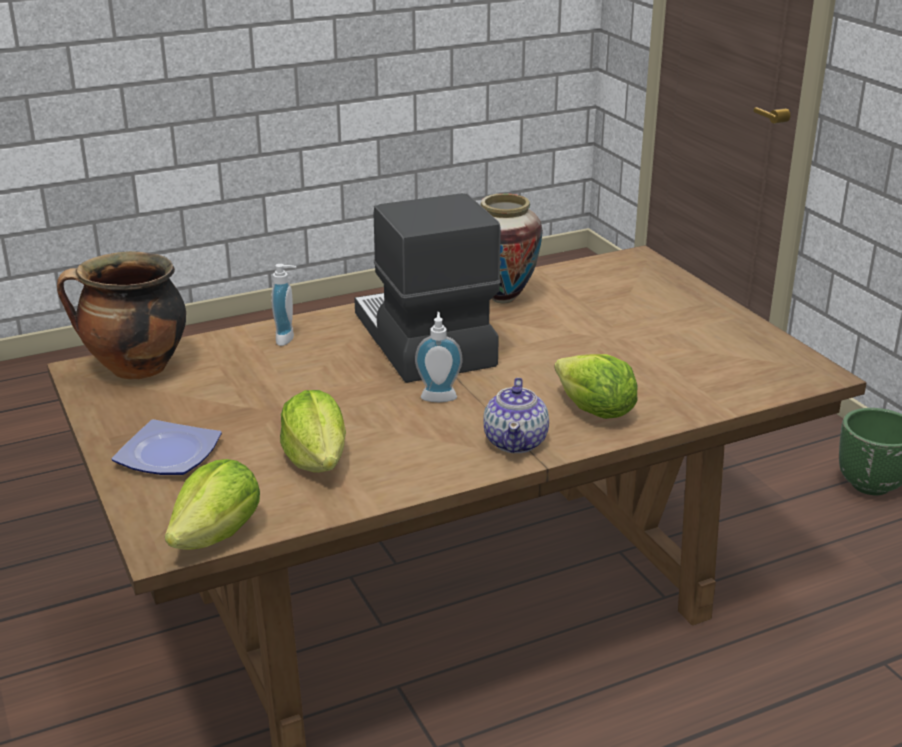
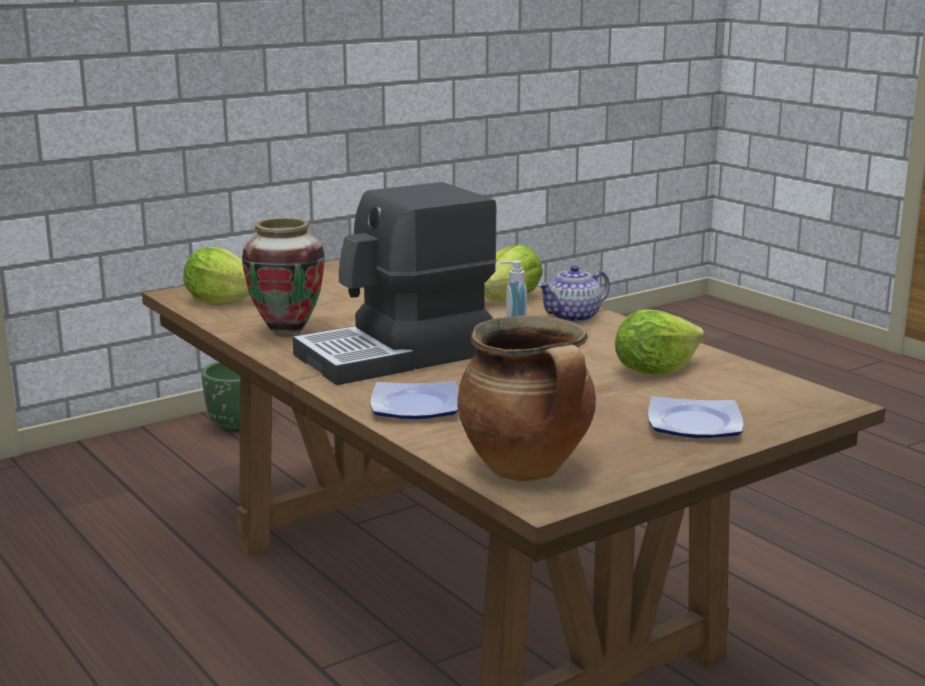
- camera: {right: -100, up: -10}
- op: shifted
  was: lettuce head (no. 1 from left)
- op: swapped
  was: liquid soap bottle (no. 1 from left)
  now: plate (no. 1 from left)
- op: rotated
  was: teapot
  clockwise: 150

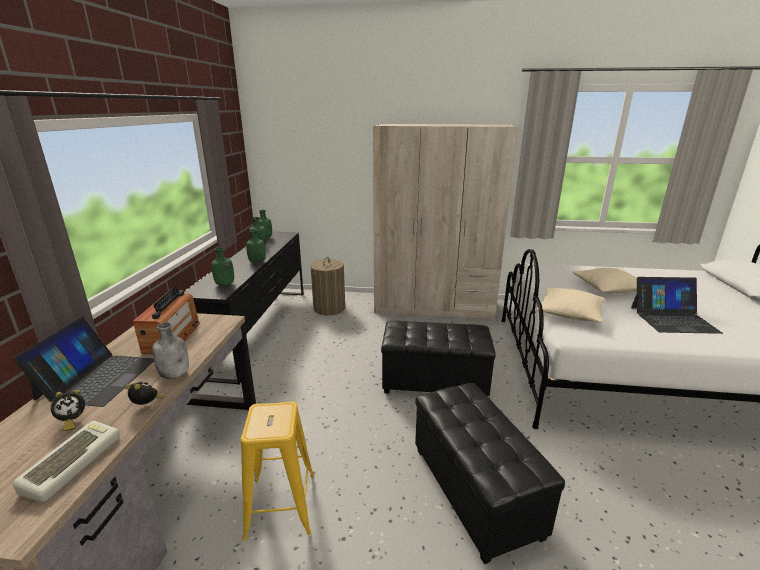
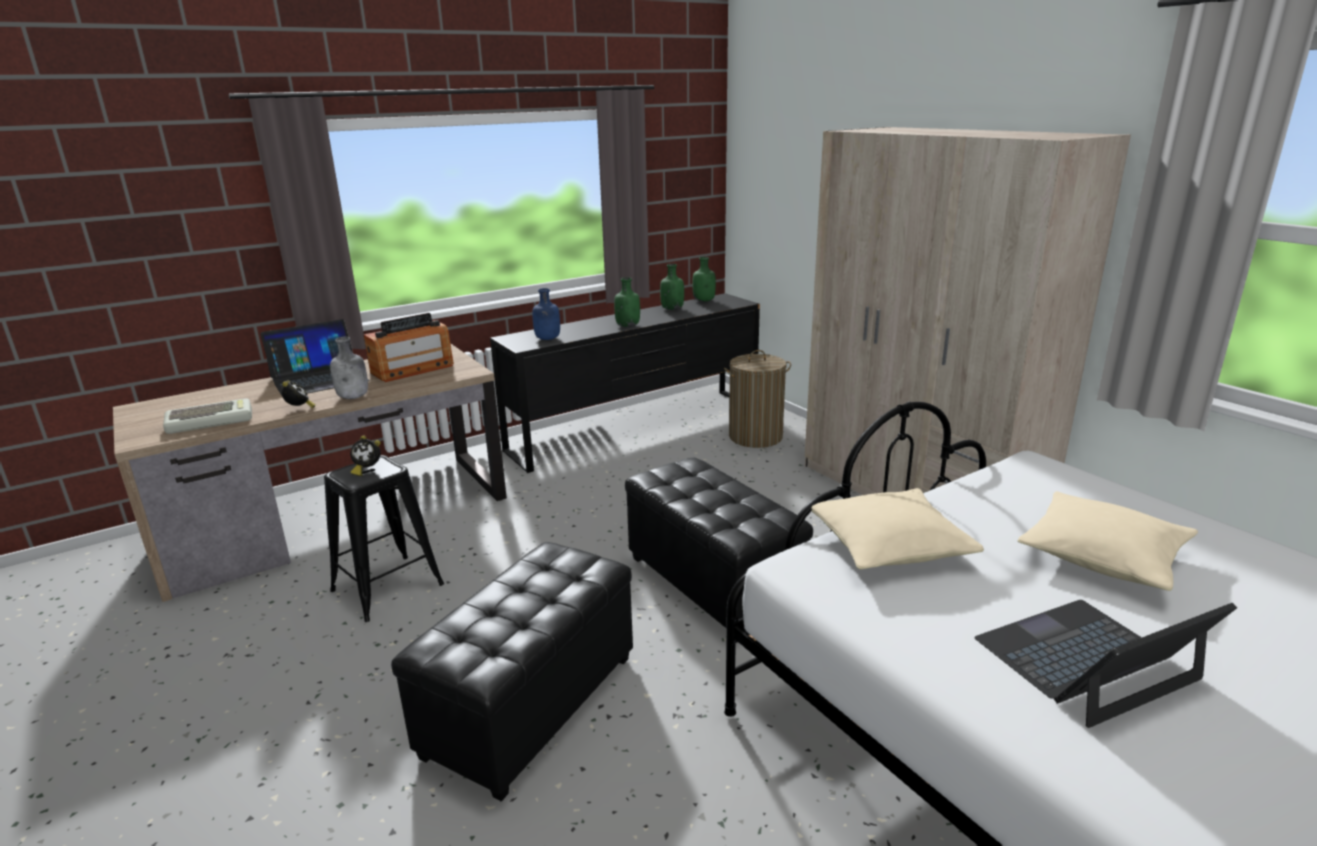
- camera: {right: 50, up: 0}
- op: repainted
  was: stool seat (yellow)
  now: stool seat (black)
- op: shifted
  was: alarm clock (no. 1 from left in the first image)
  now: alarm clock (no. 2 from left)
- op: repainted
  was: beverage bottle (green) (no. 1 from left)
  now: beverage bottle (blue-coloured)
- op: rotated
  was: notebook computer (no. 2 from left)
  clockwise: 105

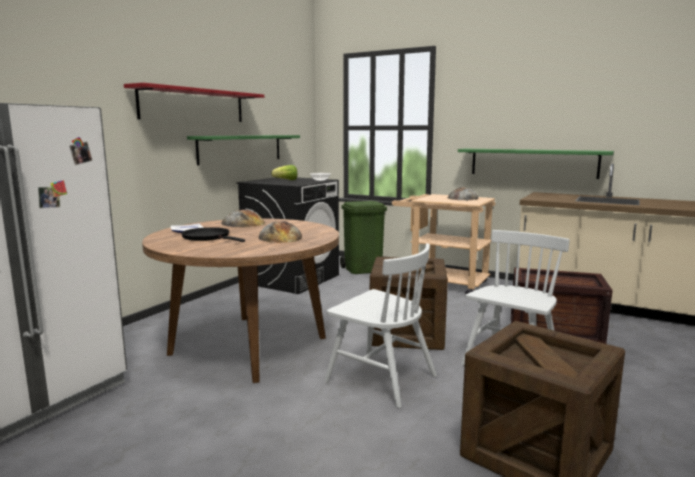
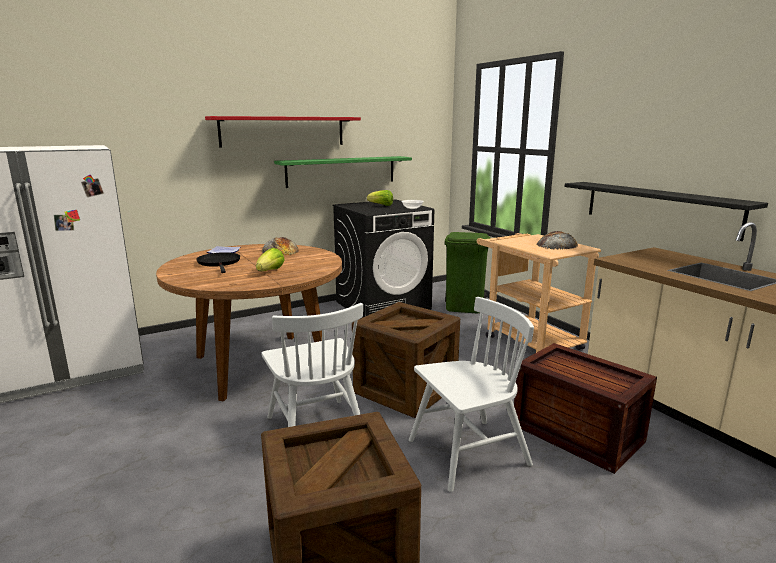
- camera: {right: 30, up: 5}
- op: swapped
  was: bread (no. 2 from left)
  now: lettuce head (no. 1 from left)
- op: repainted
  was: bracket shelf (green) (no. 2 from left)
  now: bracket shelf (black)

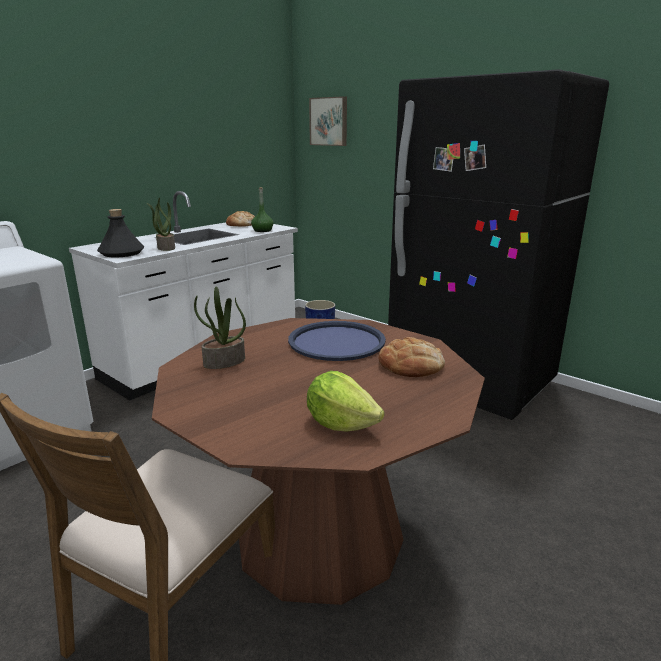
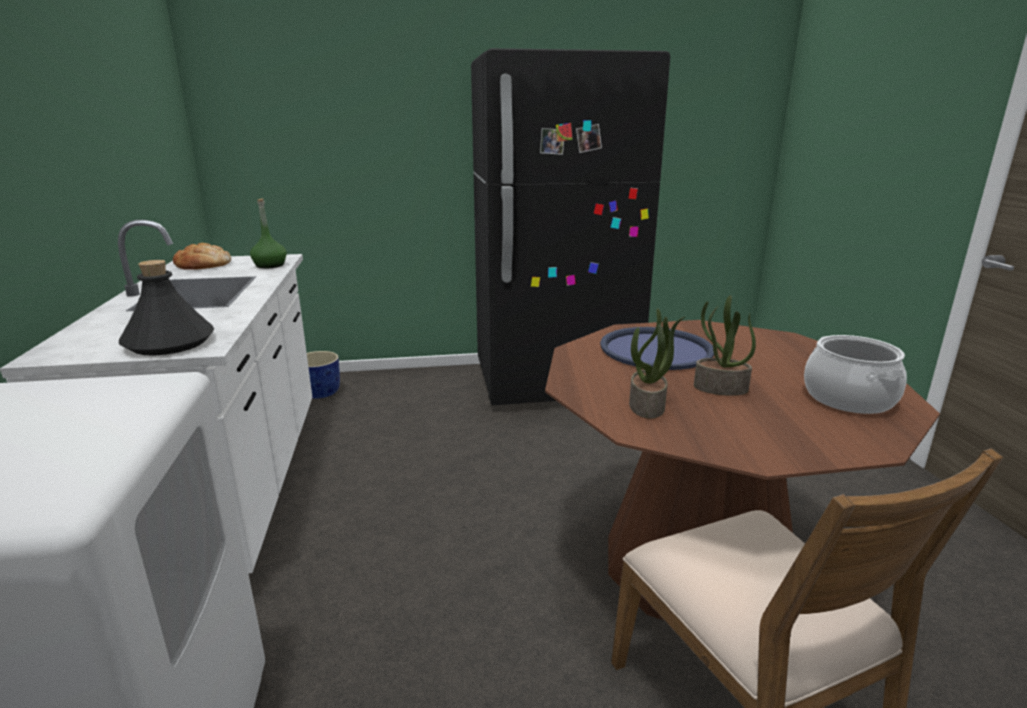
- camera: {right: -50, up: 0}
- op: shifted
  was: potted plant (no. 1 from left in the first image)
  now: potted plant (no. 2 from left)
- op: swapped
  was: lettuce head
  now: saucepot
- op: gone
  was: picture
- op: gone
  was: bread (no. 2 from left)

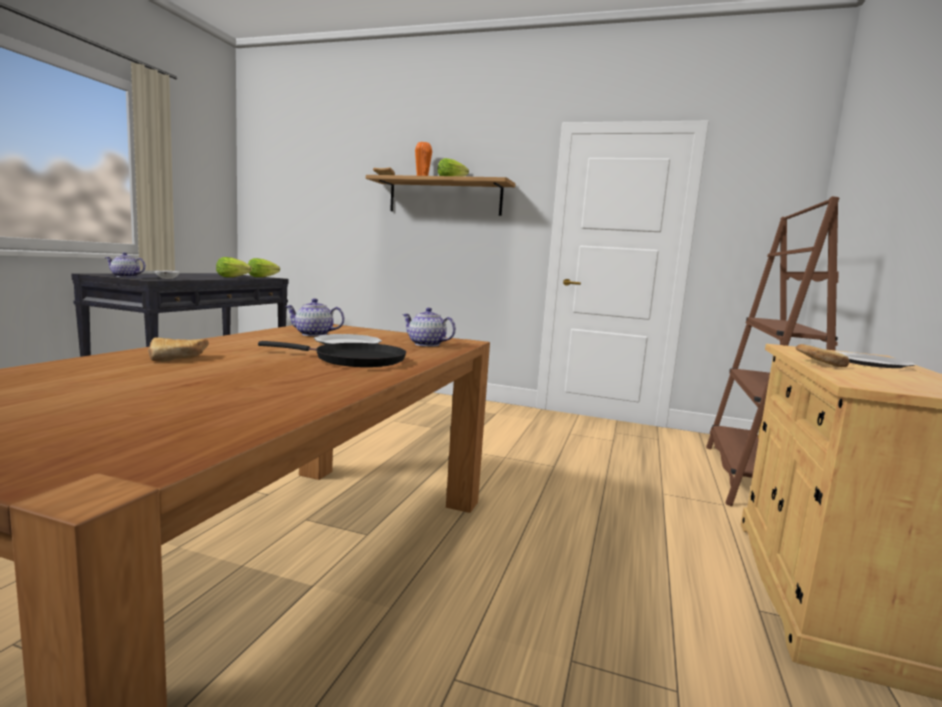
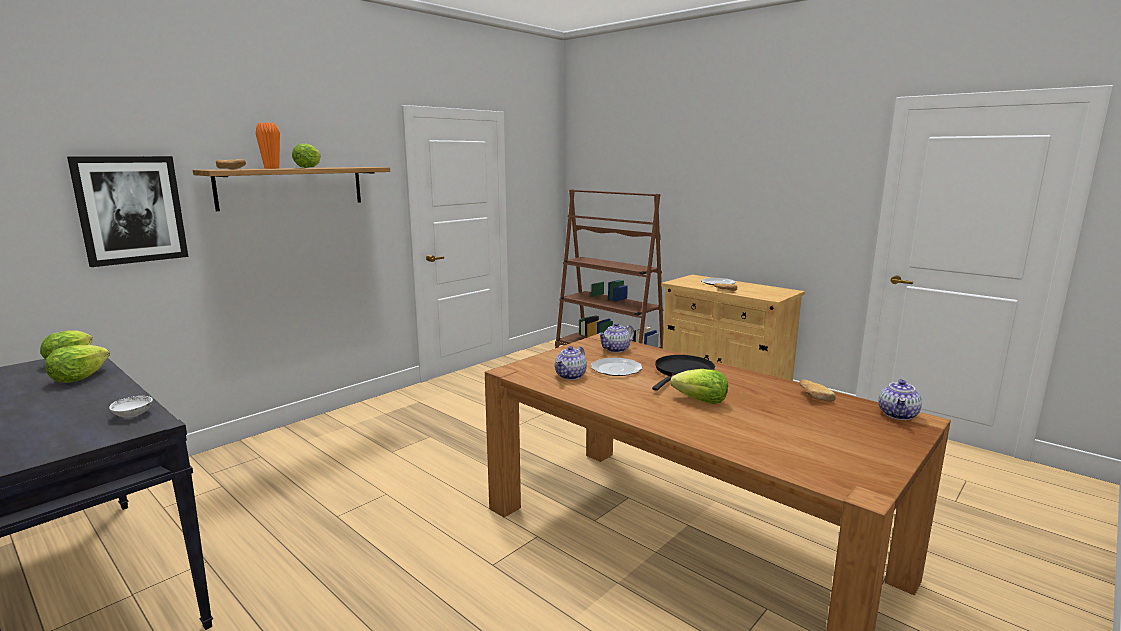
- camera: {right: -65, up: 5}
- op: new
  now: picture
- op: new
  now: lettuce head (no. 4 from left)
- op: shifted
  was: bread (no. 1 from left in the first image)
  now: bread (no. 3 from left)
- op: shifted
  was: teapot (no. 1 from left in the first image)
  now: teapot (no. 3 from left)

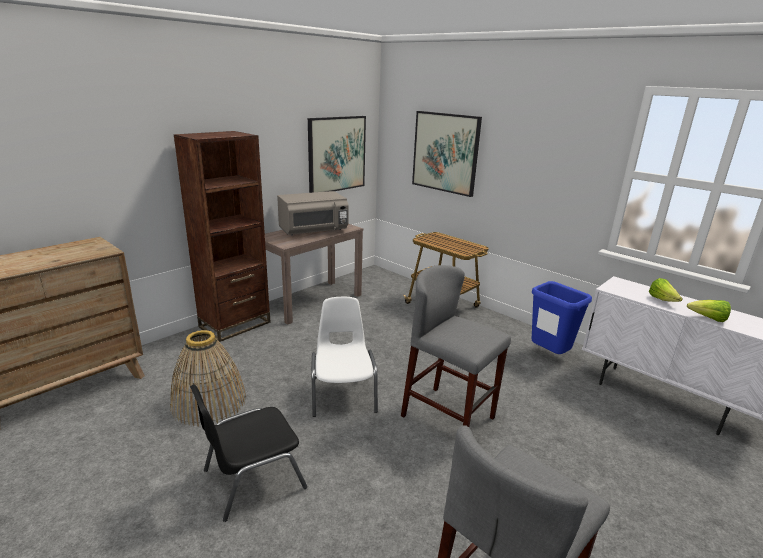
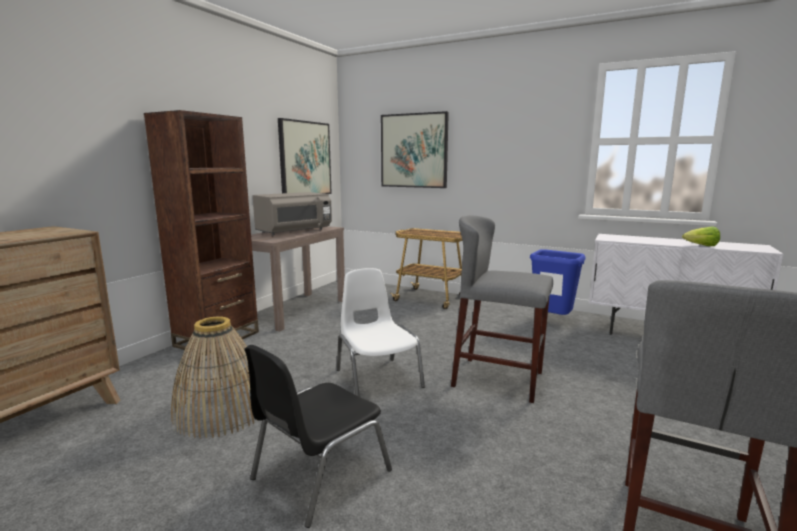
- camera: {right: -15, up: -10}
- op: gone
  was: lettuce head (no. 1 from left)

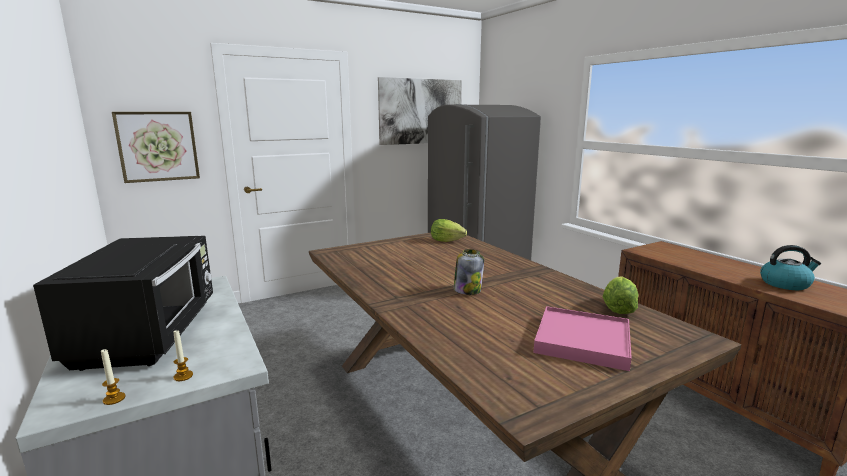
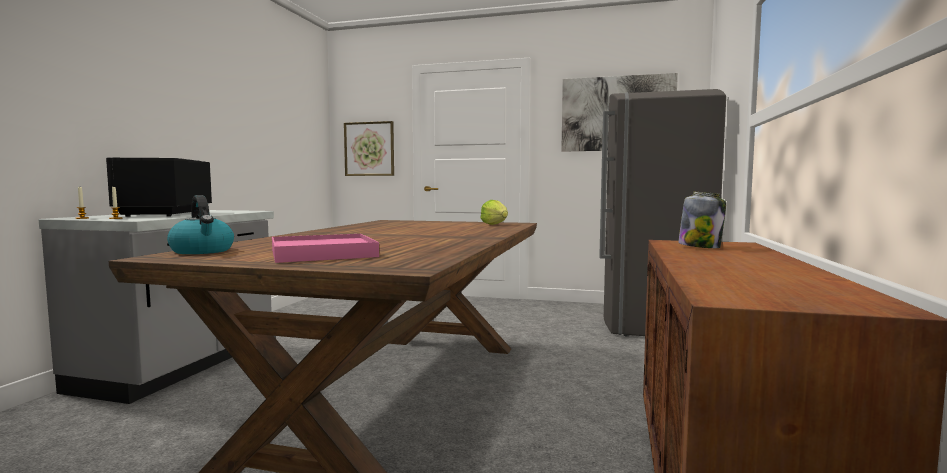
- camera: {right: 45, up: -10}
- op: rotated
  was: kitchen microwave (black)
  clockwise: 135
- op: shifted
  was: water kettle
- op: shifted
  was: storage jar
- op: gone
  was: lettuce head (no. 2 from left)

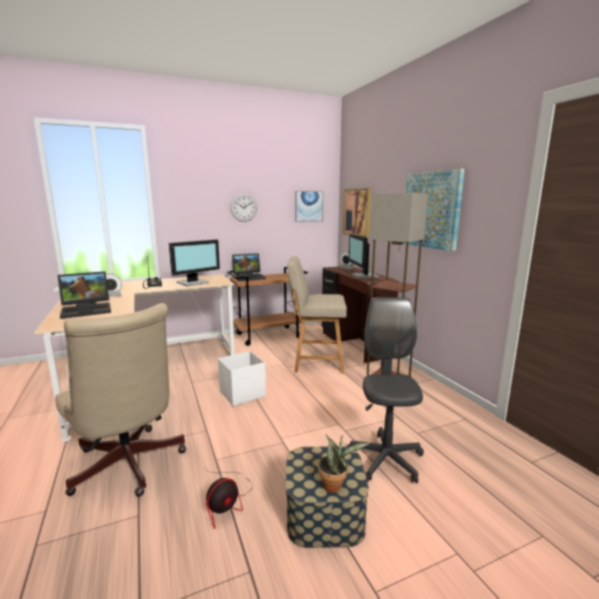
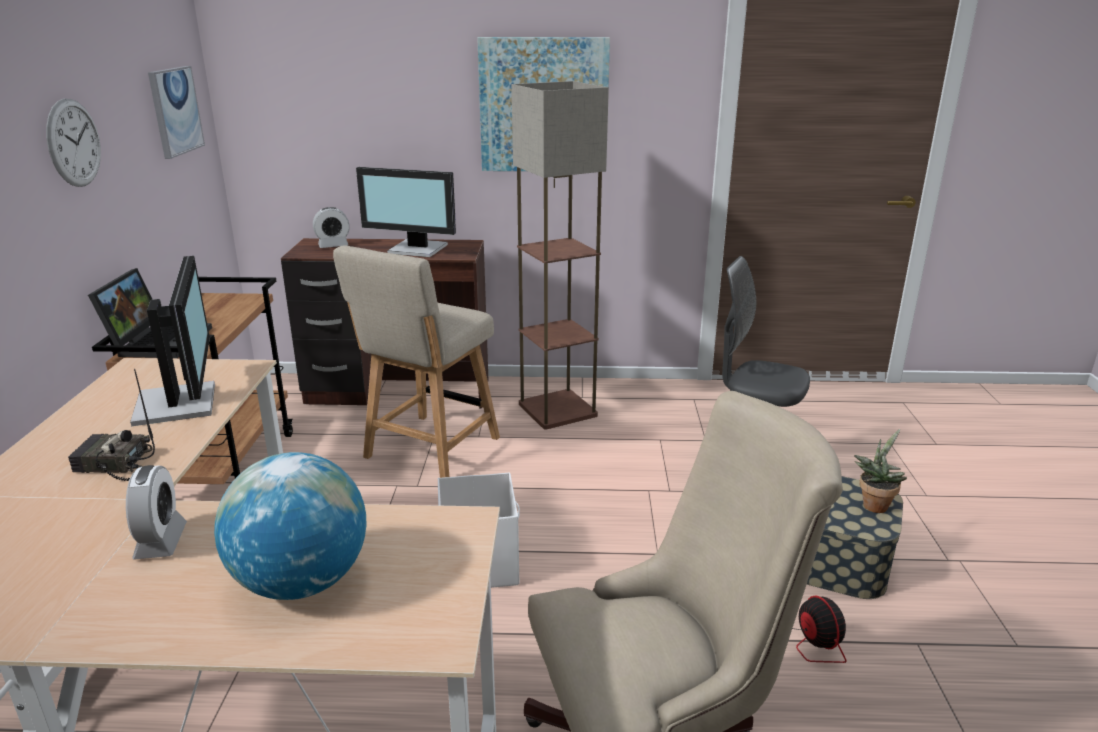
- camera: {right: -65, up: 10}
- op: swapped
  was: notebook computer (no. 1 from left)
  now: desk globe
- op: gone
  was: picture (no. 2 from left)

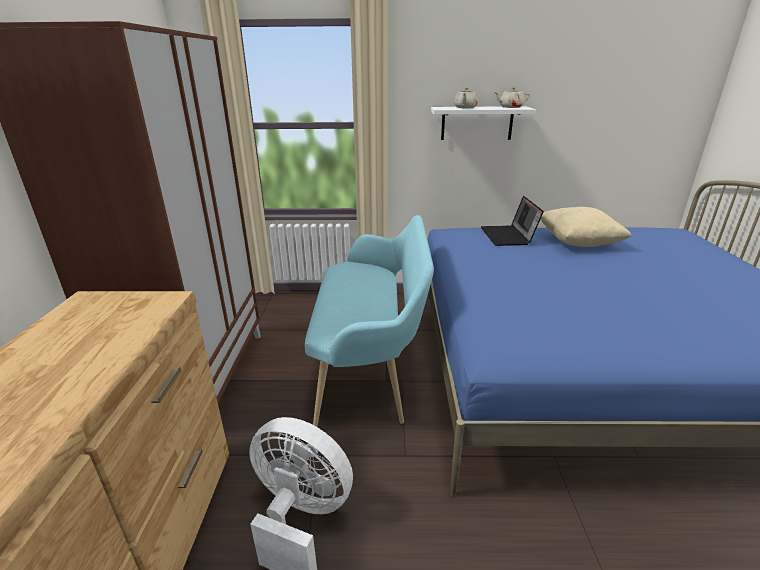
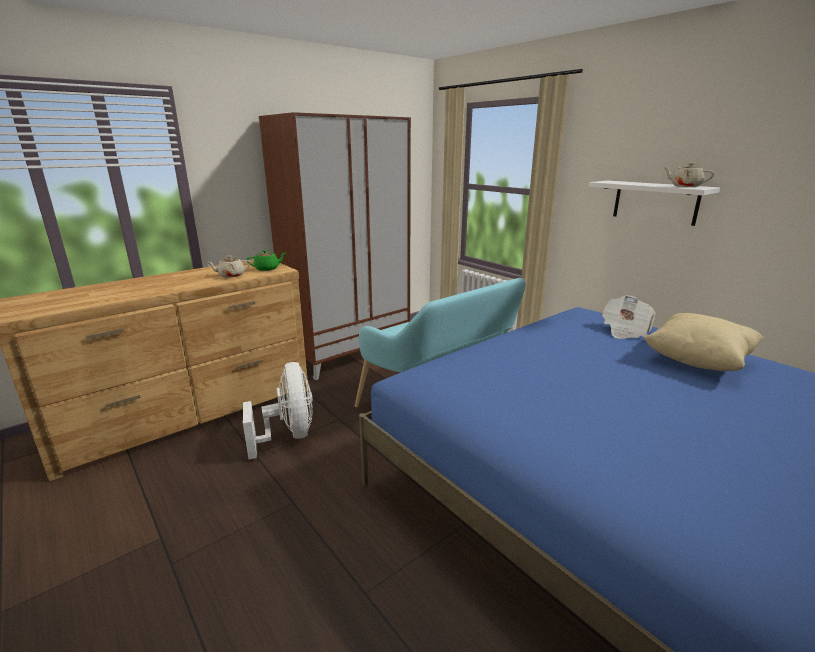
- camera: {right: 50, up: -5}
- op: shifted
  was: teapot (sand-coloured) (no. 1 from left)
- op: new
  now: teapot (green)
- op: swapped
  was: notebook computer
  now: newspaper

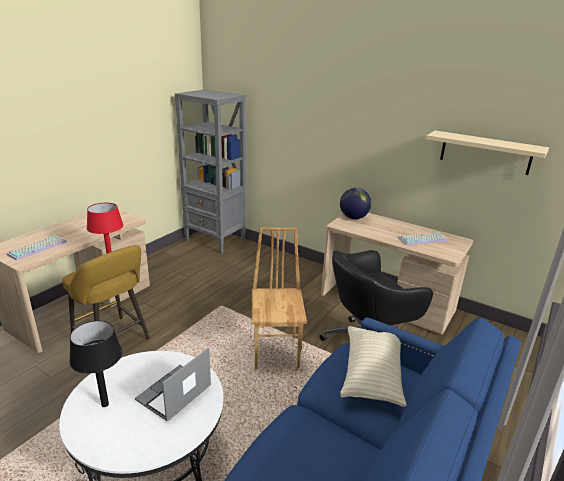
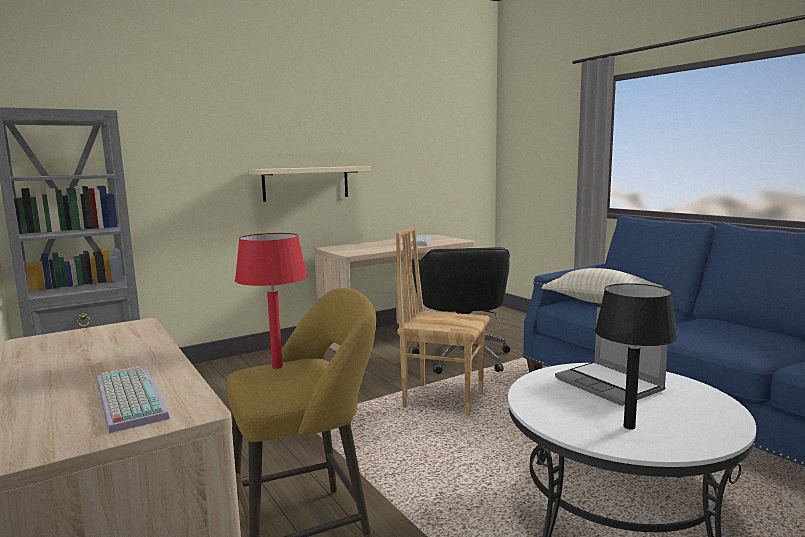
- camera: {right: -65, up: -15}
- op: shifted
  was: bracket shelf (sand-coloured)
- op: gone
  was: desk globe

